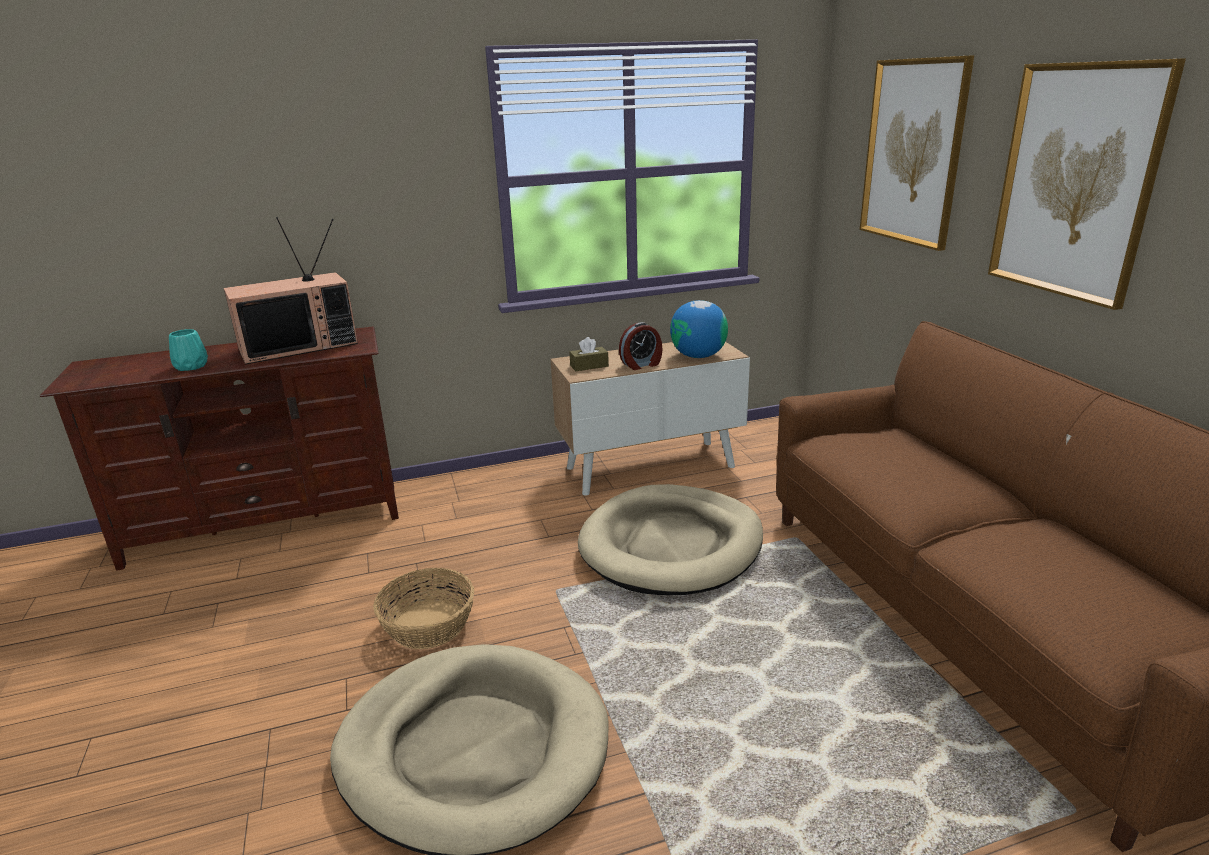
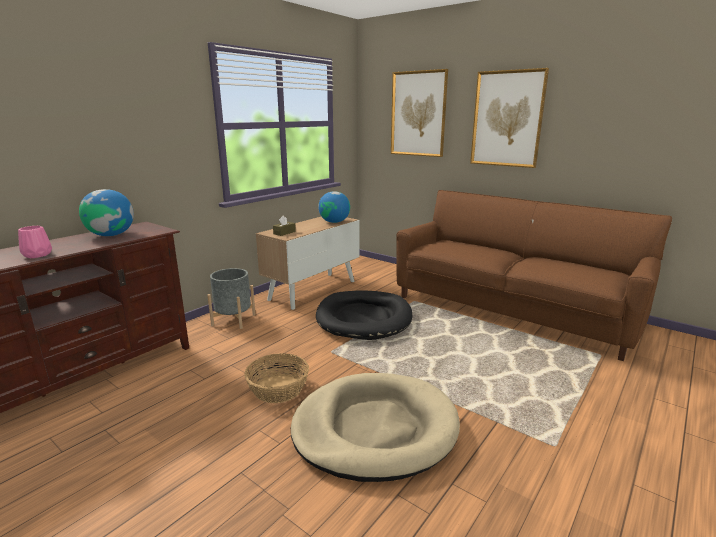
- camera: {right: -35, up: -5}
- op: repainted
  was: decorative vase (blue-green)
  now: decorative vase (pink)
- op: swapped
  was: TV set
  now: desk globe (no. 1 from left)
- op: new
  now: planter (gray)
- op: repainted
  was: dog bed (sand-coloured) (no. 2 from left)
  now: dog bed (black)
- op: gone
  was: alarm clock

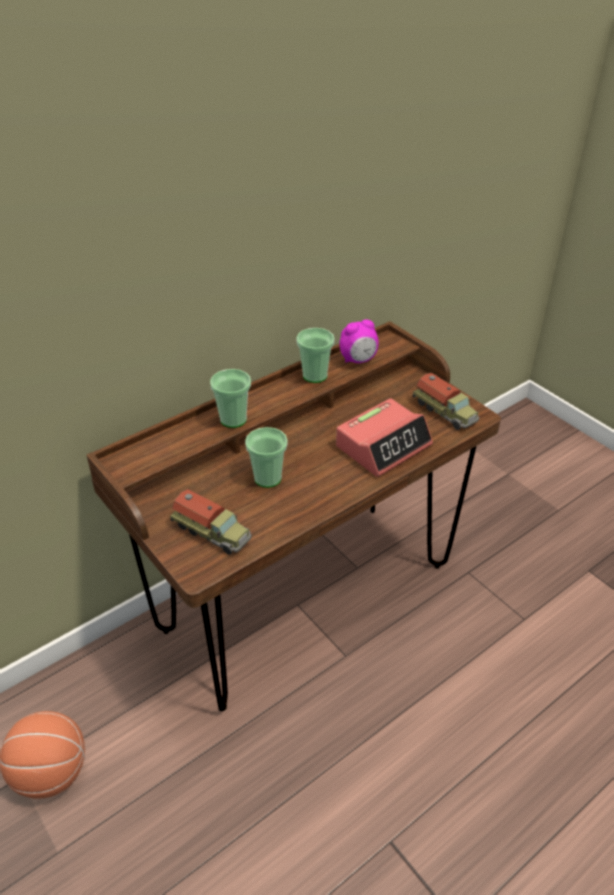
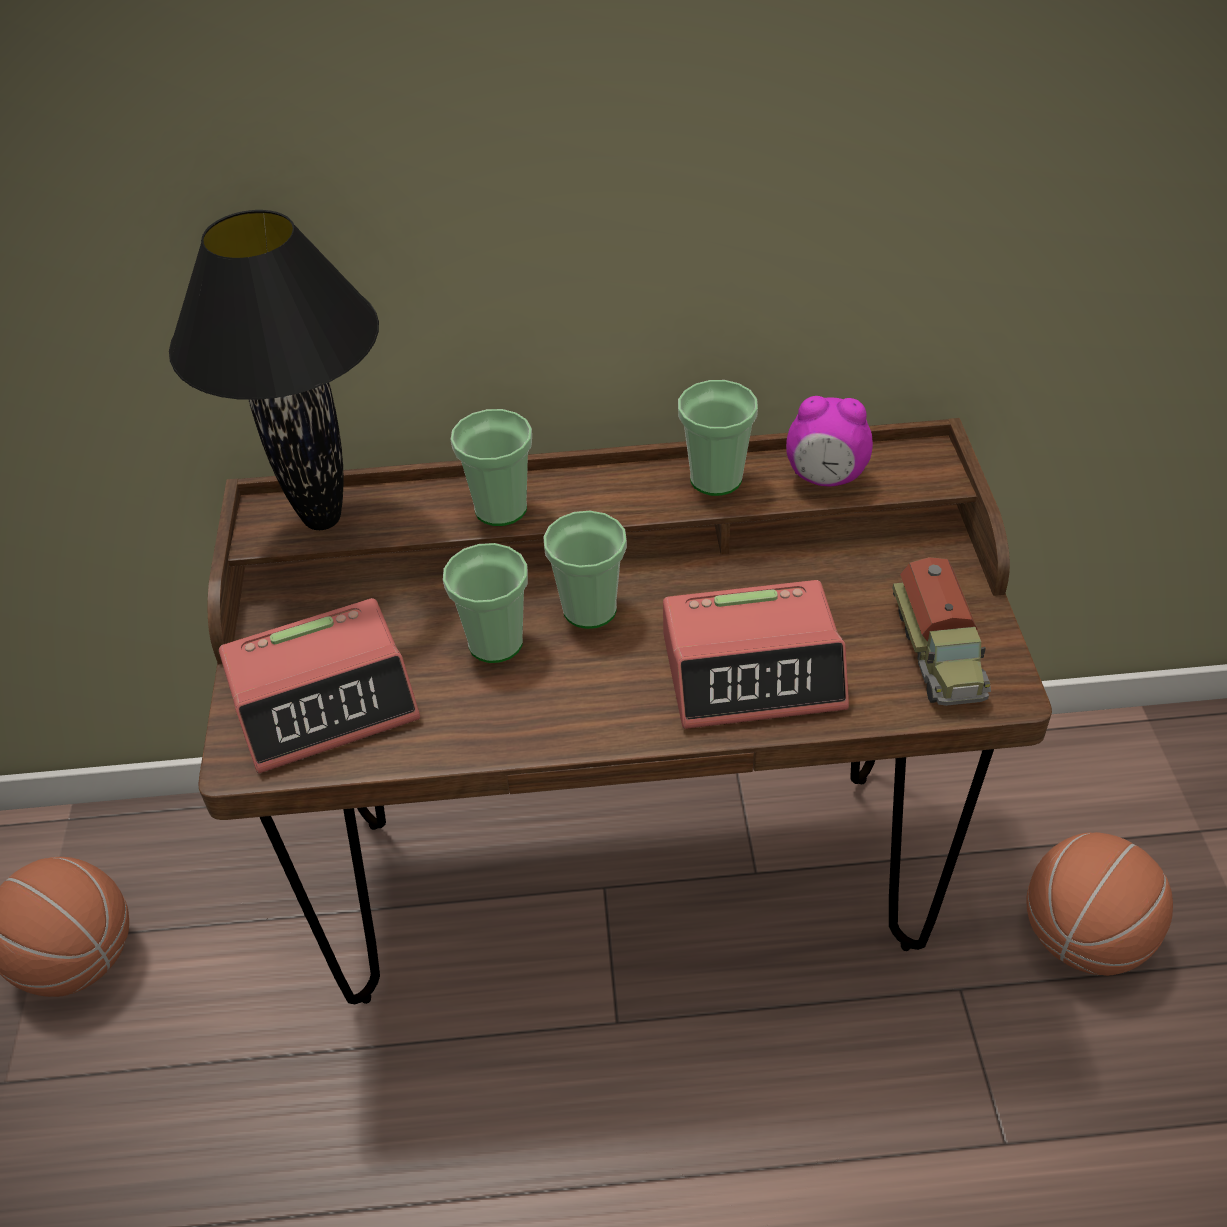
- camera: {right: 35, up: 5}
- op: new
  now: tabletop lamp (black)
- op: swapped
  was: toy truck (no. 1 from left)
  now: alarm clock (no. 1 from left)
- op: new
  now: drinking cup (no. 3 from left)
- op: new
  now: basketball ball (no. 2 from left)

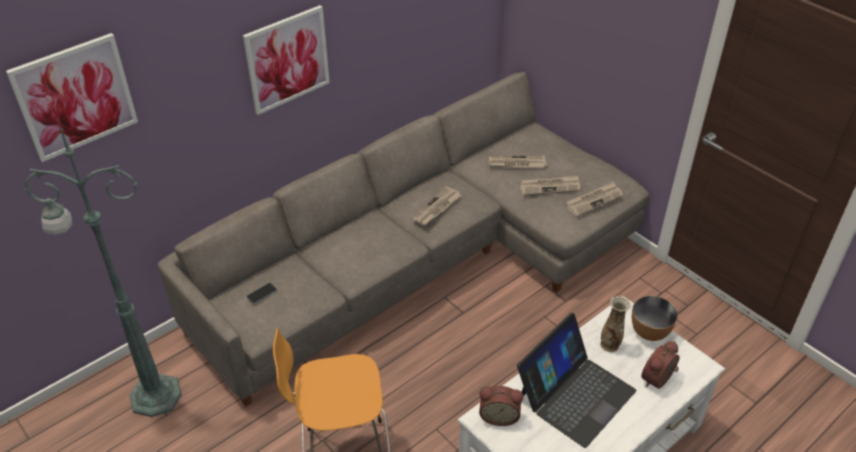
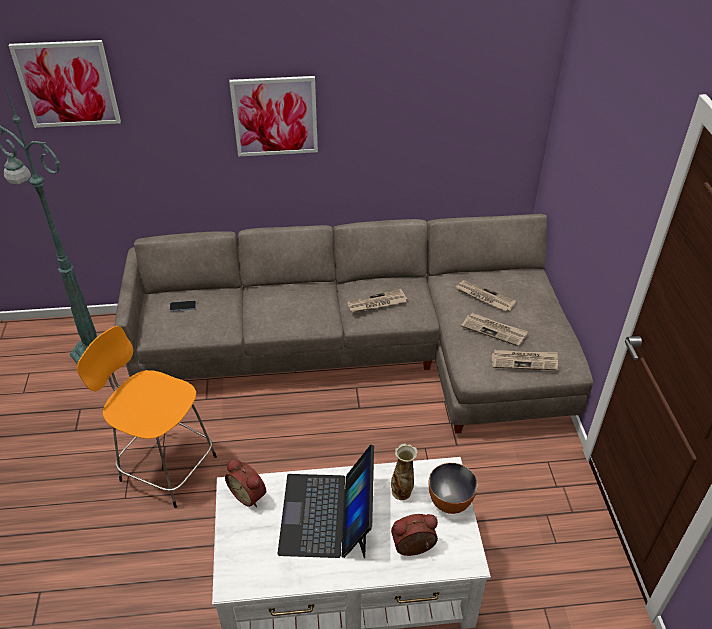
- camera: {right: 35, up: 0}
- op: rotated
  was: notebook computer
  clockwise: 105

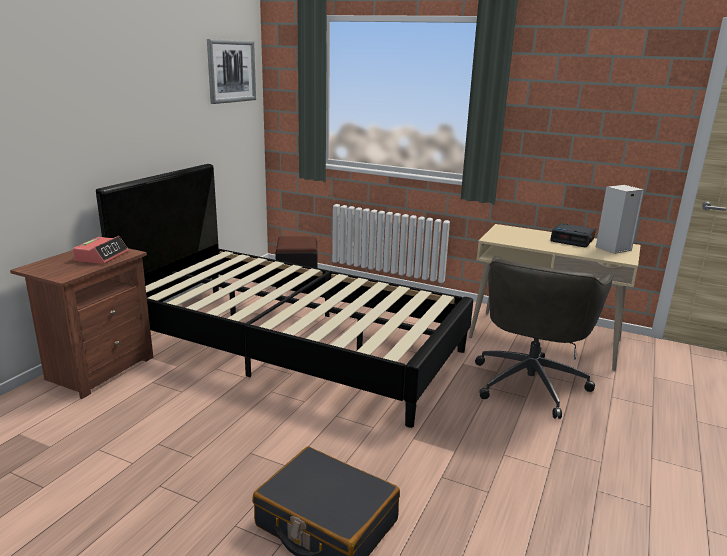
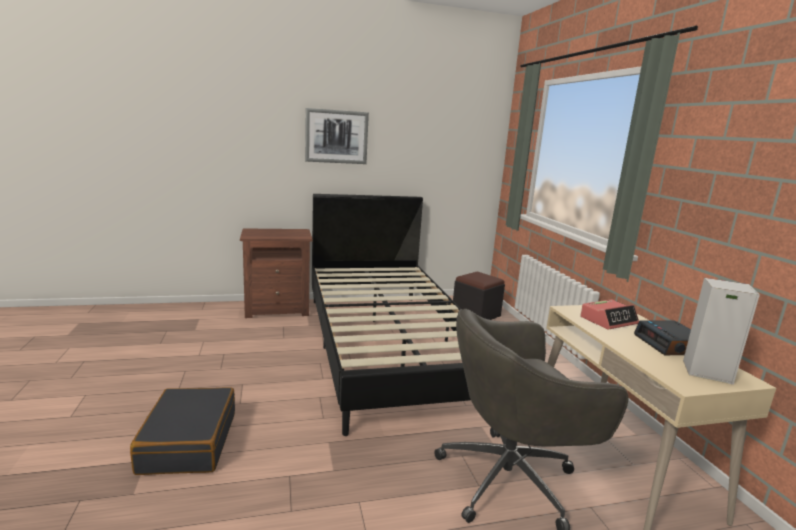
- camera: {right: 50, up: -5}
- op: shifted
  was: picture
- op: shifted
  was: alarm clock (no. 1 from left)

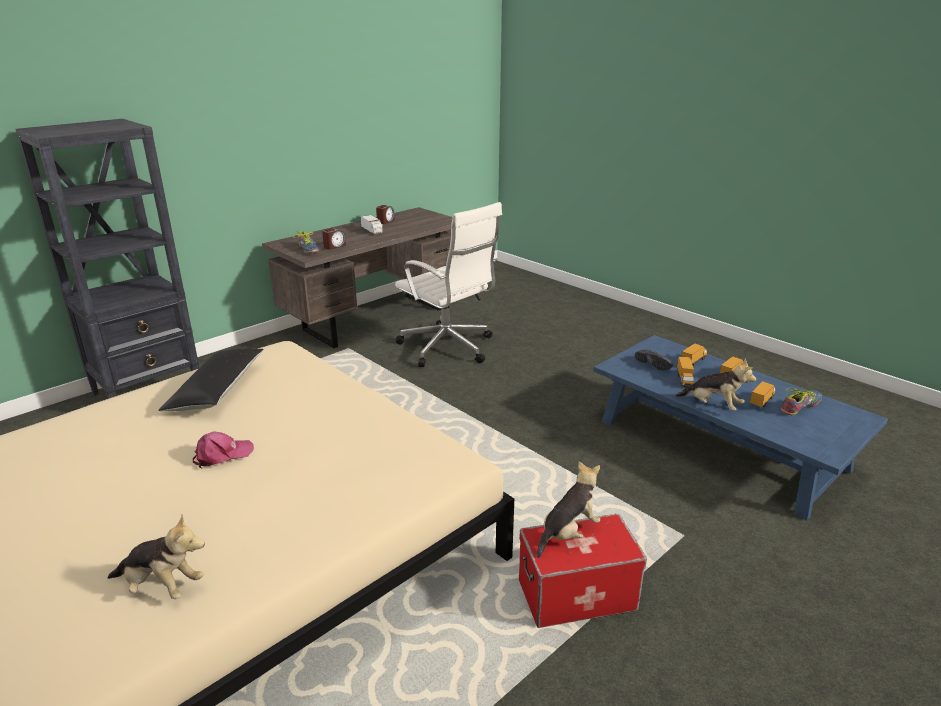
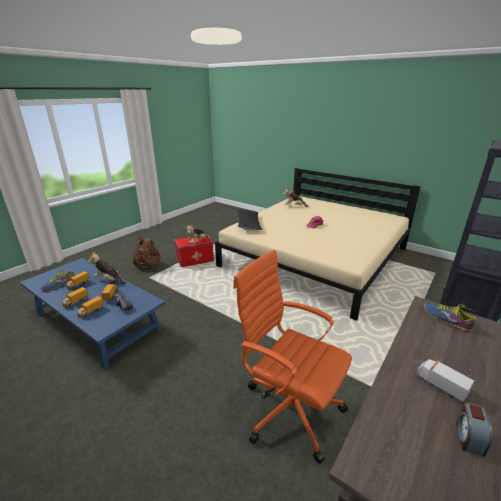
- camera: {right: 170, up: 0}
- op: new
  now: backpack (brown)
- op: repainted
  was: desk chair (whitish)
  now: desk chair (orangey)
- op: shifted
  was: throw pillow (black)
- op: gone
  was: alarm clock (no. 1 from left)

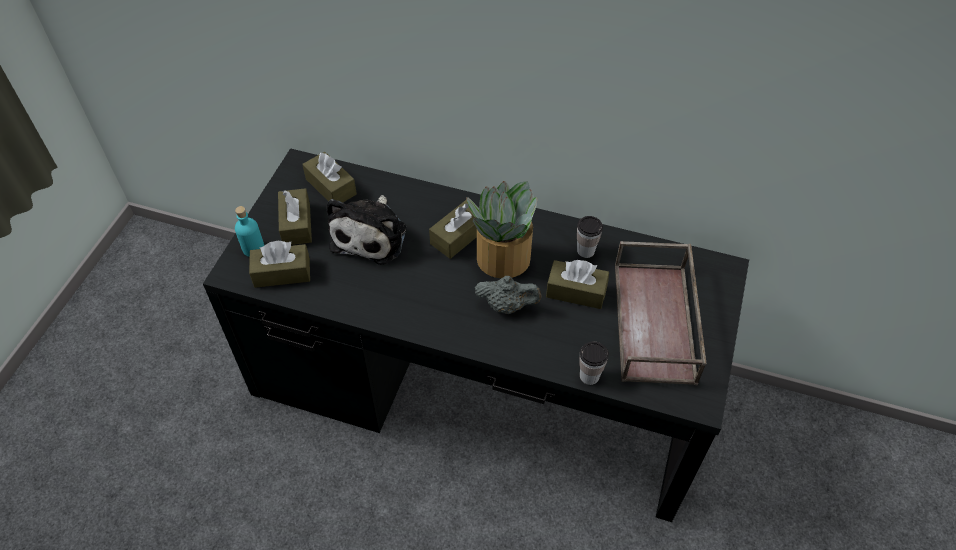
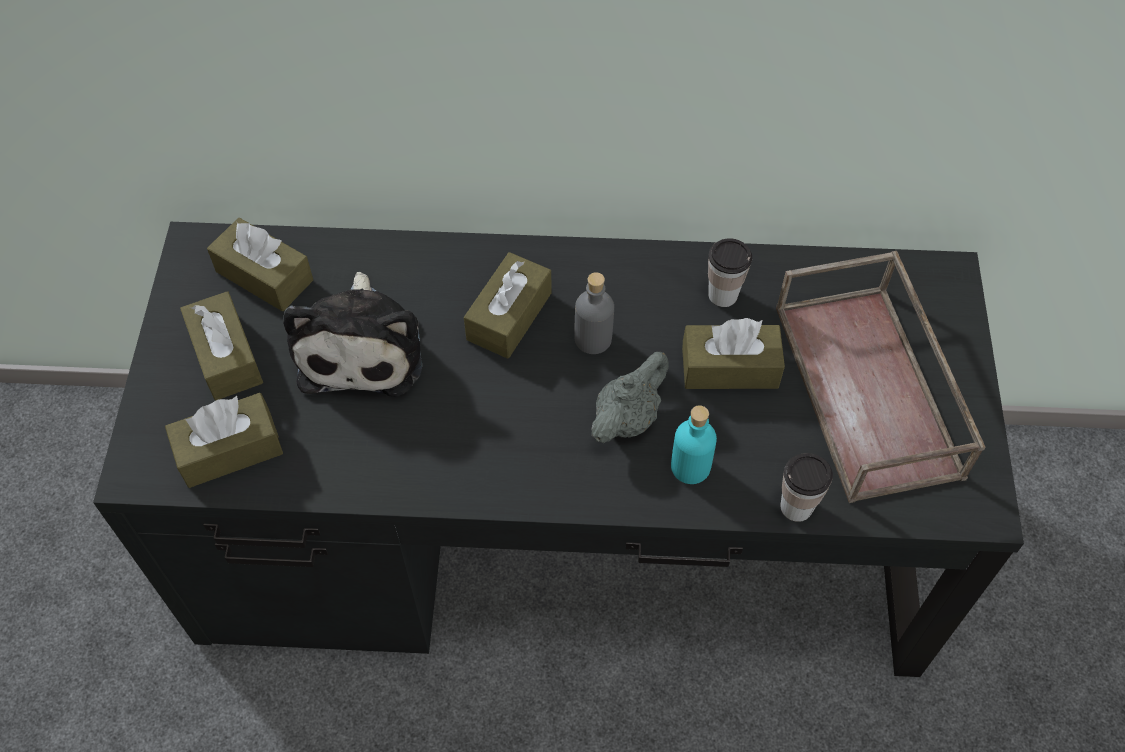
- camera: {right: -15, up: 5}
- op: swapped
  was: potted plant
  now: beverage bottle (gray)
- op: rotated
  was: teapot (gray)
  clockwise: -45
- op: shifted
  was: beverage bottle (blue-green)

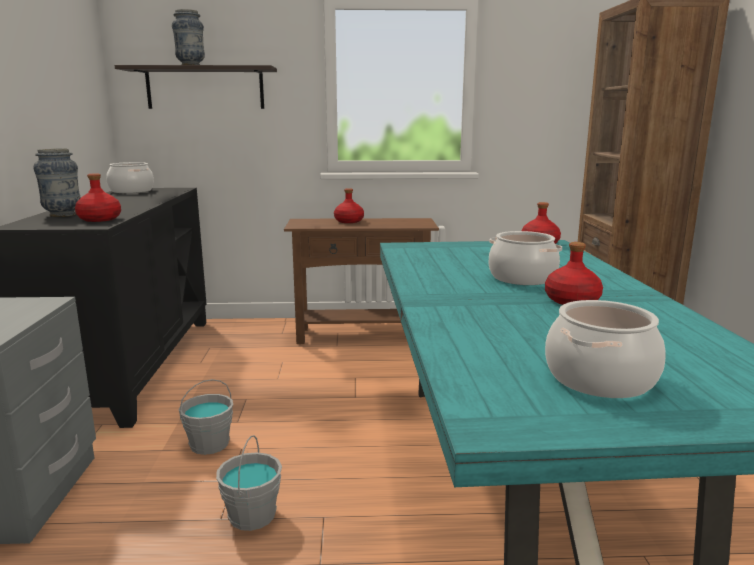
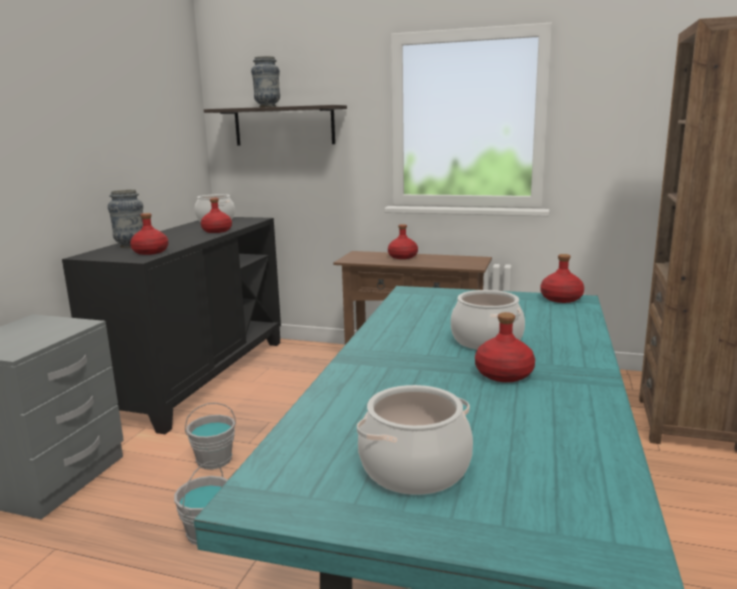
- camera: {right: 20, up: 0}
- op: new
  now: beverage bottle (reddish) (no. 2 from left)

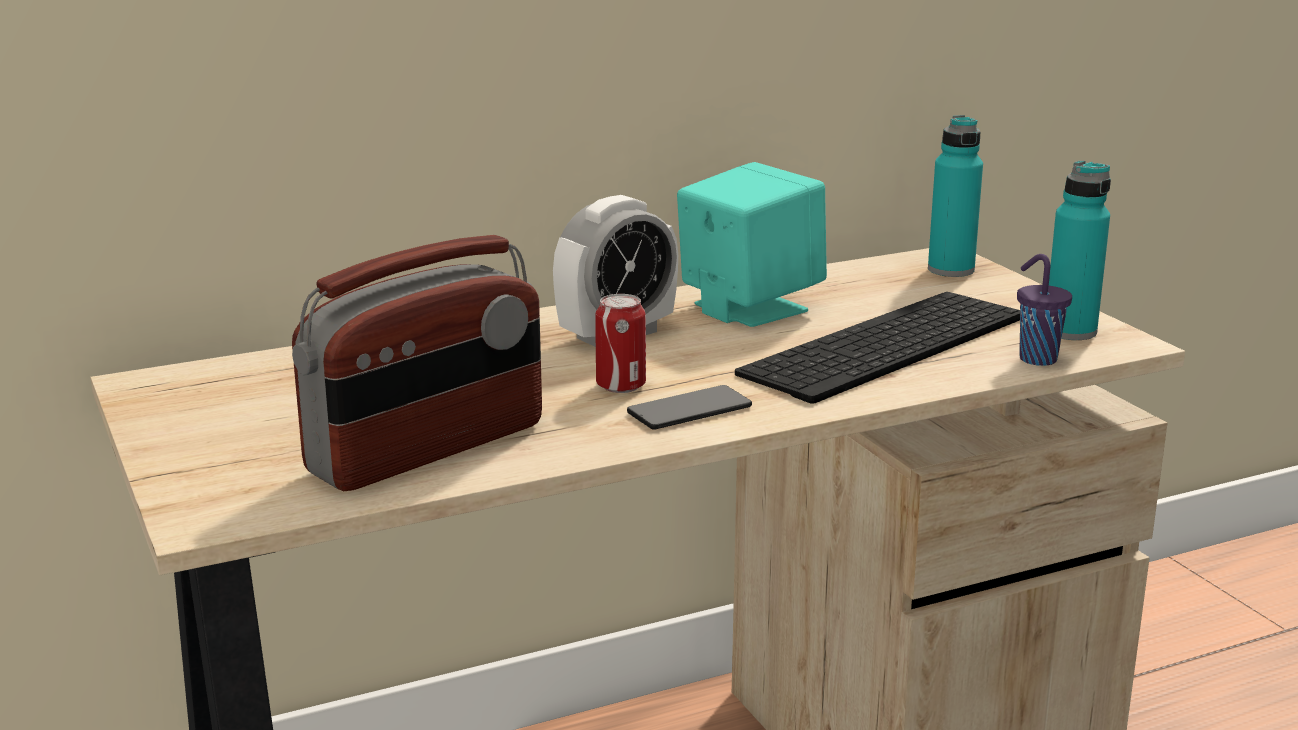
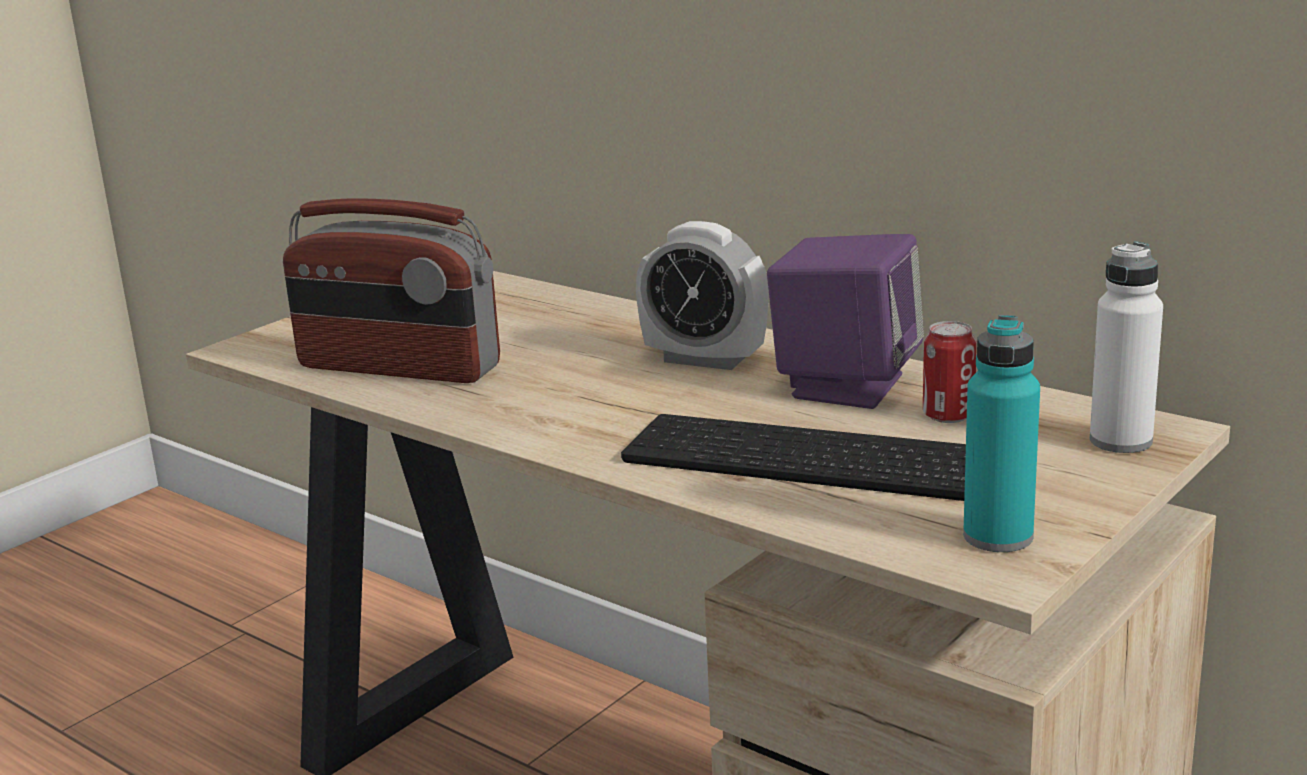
- camera: {right: 65, up: 0}
- op: repainted
  was: audio speaker (blue-green)
  now: audio speaker (purple)
- op: shifted
  was: sealed can
- op: repainted
  was: beverage bottle (blue-green) (no. 1 from left)
  now: beverage bottle (whitish)
- op: gone
  was: telephone
- op: gone
  was: drinking cup (purple)

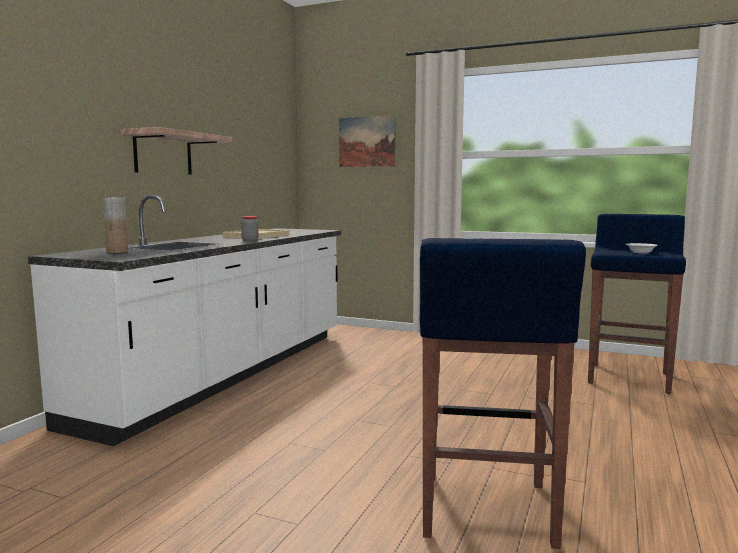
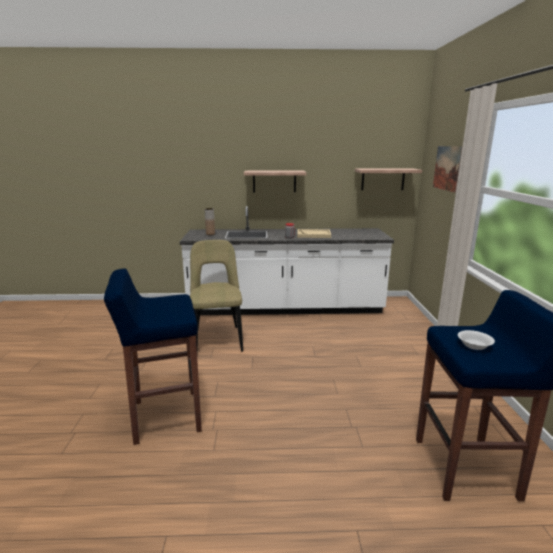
- camera: {right: 65, up: 10}
- op: new
  now: plain chair (sand-coloured)
- op: new
  now: bracket shelf (no. 2 from left)

